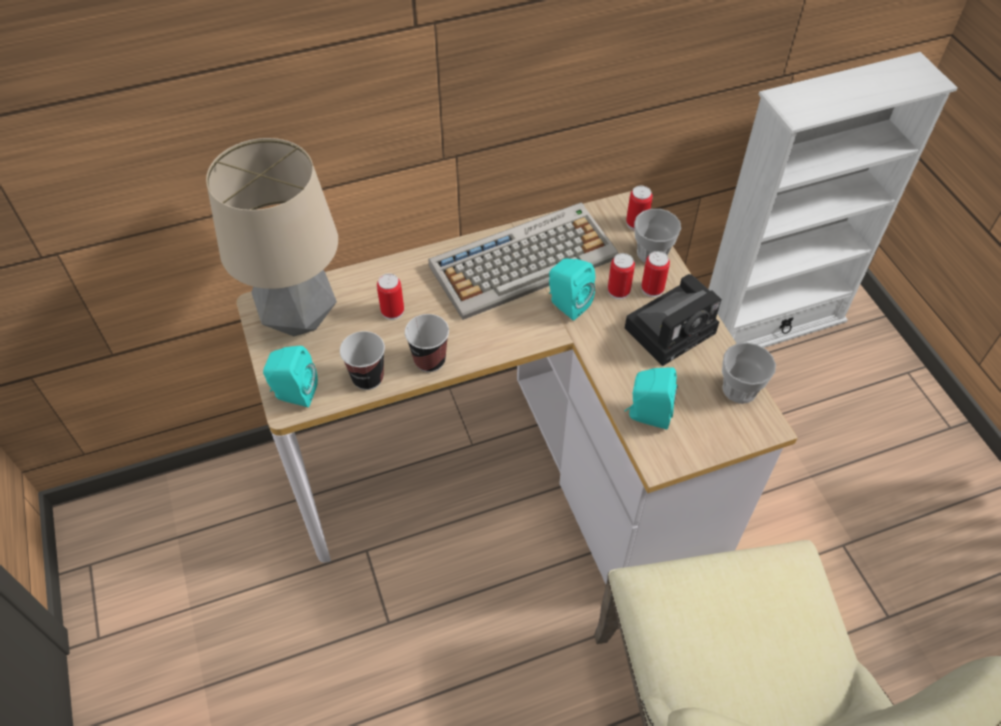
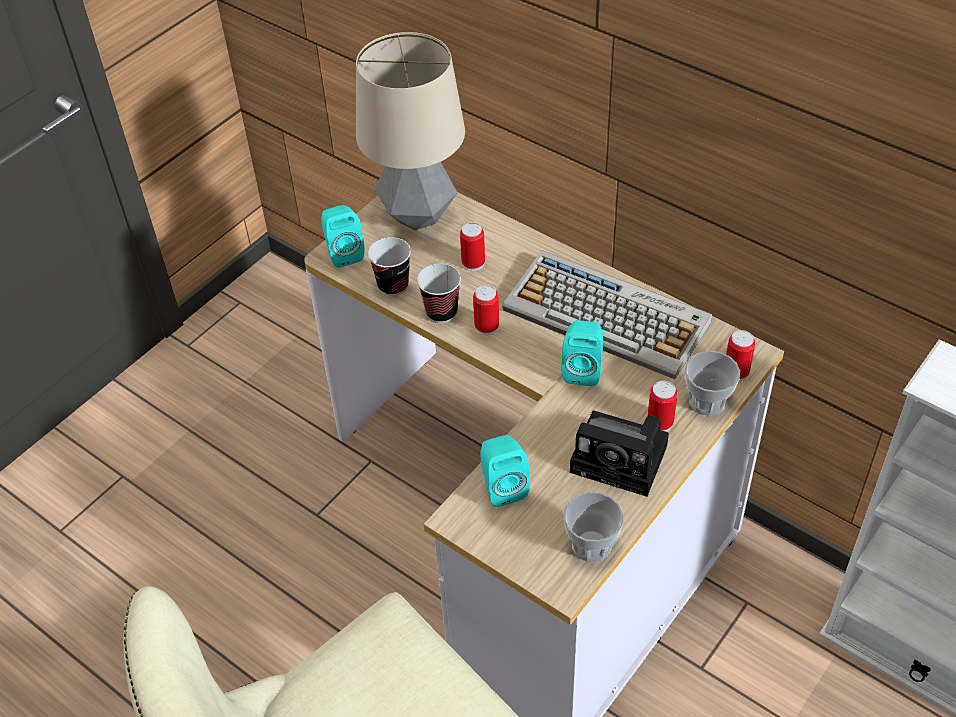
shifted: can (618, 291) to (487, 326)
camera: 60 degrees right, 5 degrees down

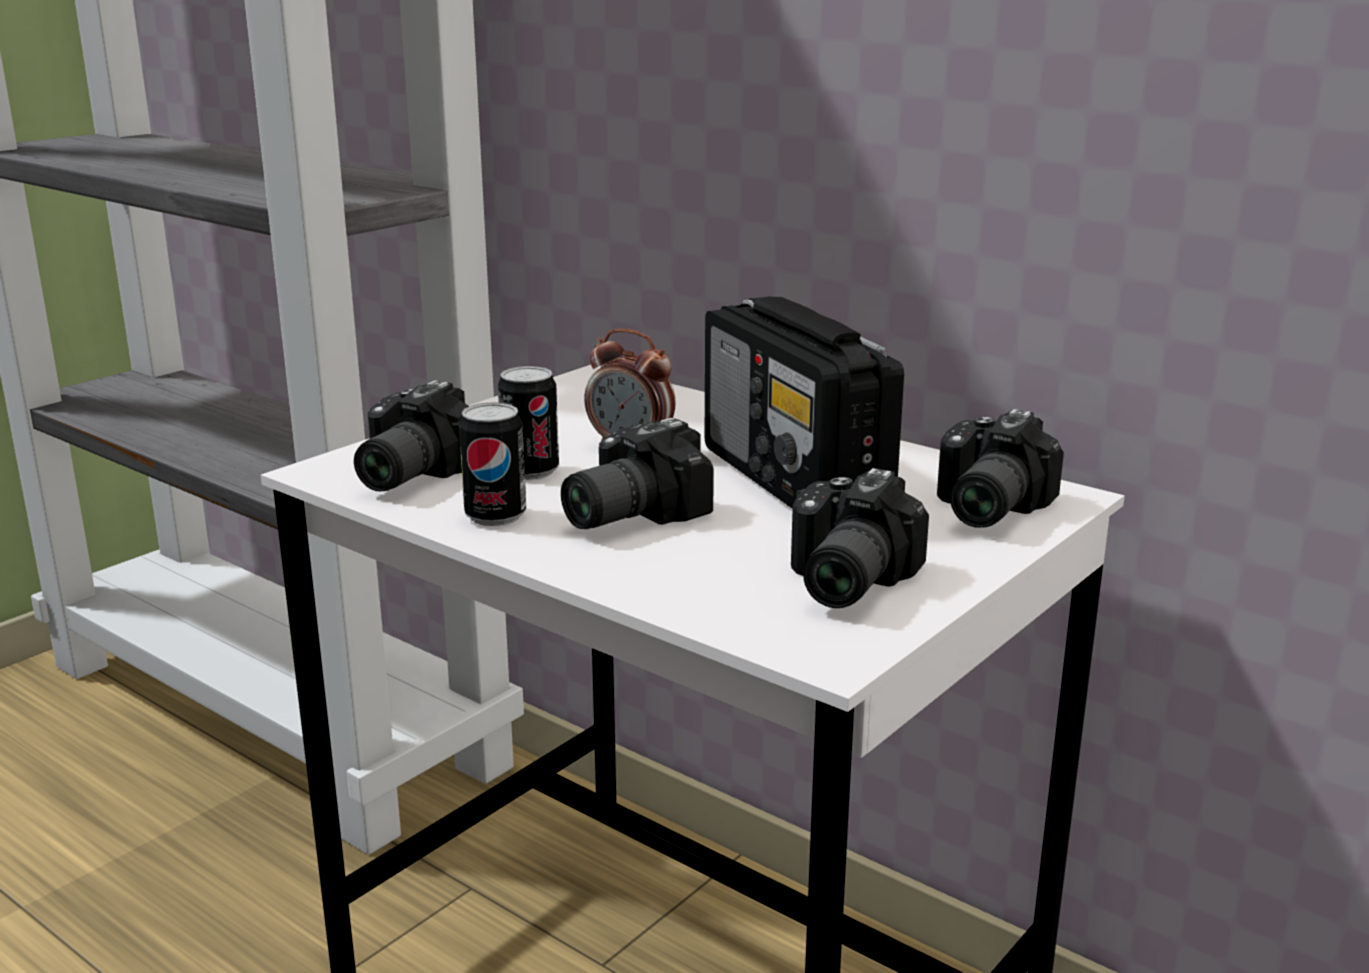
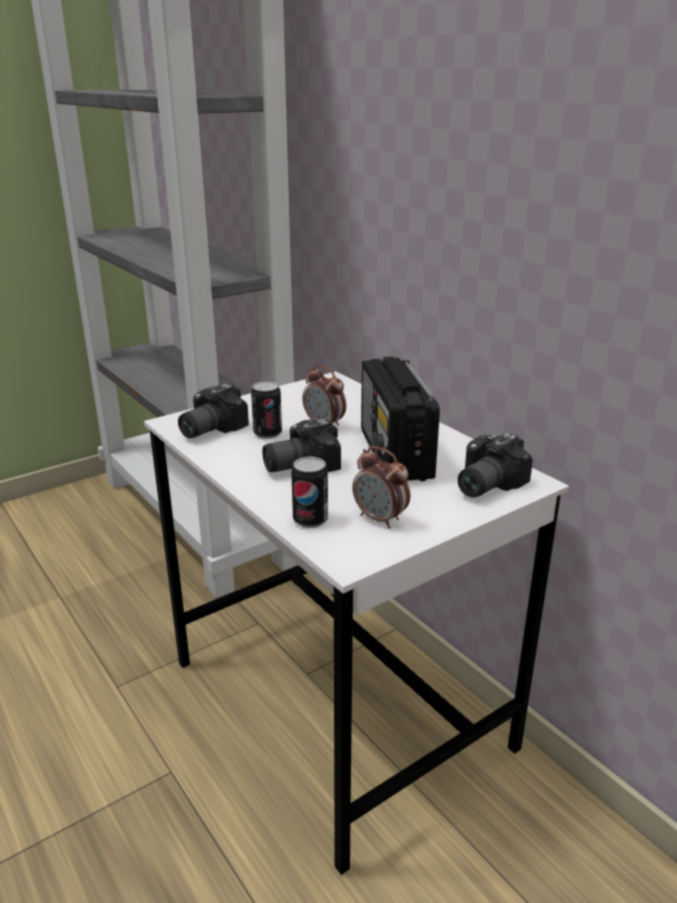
shifted: can (495, 516) to (310, 520)
swapped: still camera (840, 582) to alarm clock (380, 519)
camera: 15 degrees right, 5 degrees up

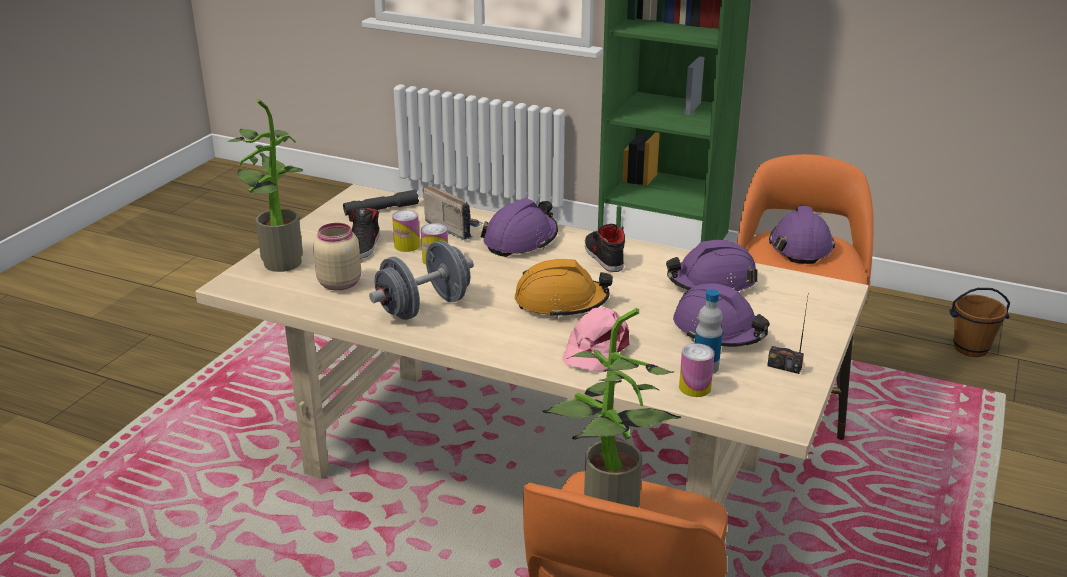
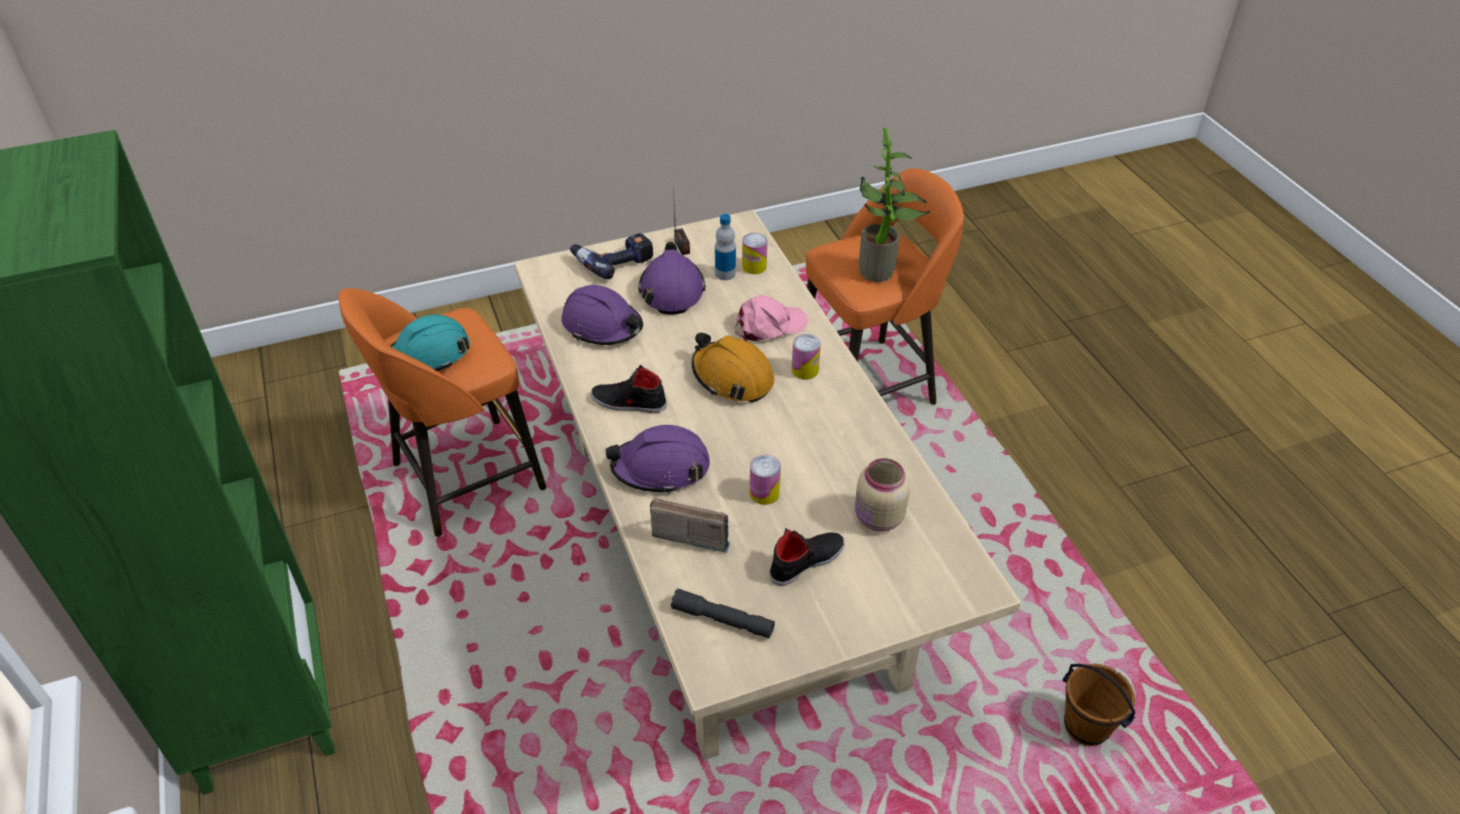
gone: potted plant (278, 261); gray free weight (424, 307)
new: power drill (613, 261)
shifted: can (407, 246) to (805, 370); brown water bucket (970, 348) to (1085, 727)
repainted: purplish safety helmet (800, 246) to turquoise safety helmet (429, 355)
rotated: radio set (453, 227) = (691, 532) 105 degrees clockwise; blackish item of footwear (603, 256) = (628, 403) 75 degrees clockwise
camera: 135 degrees left, 15 degrees up

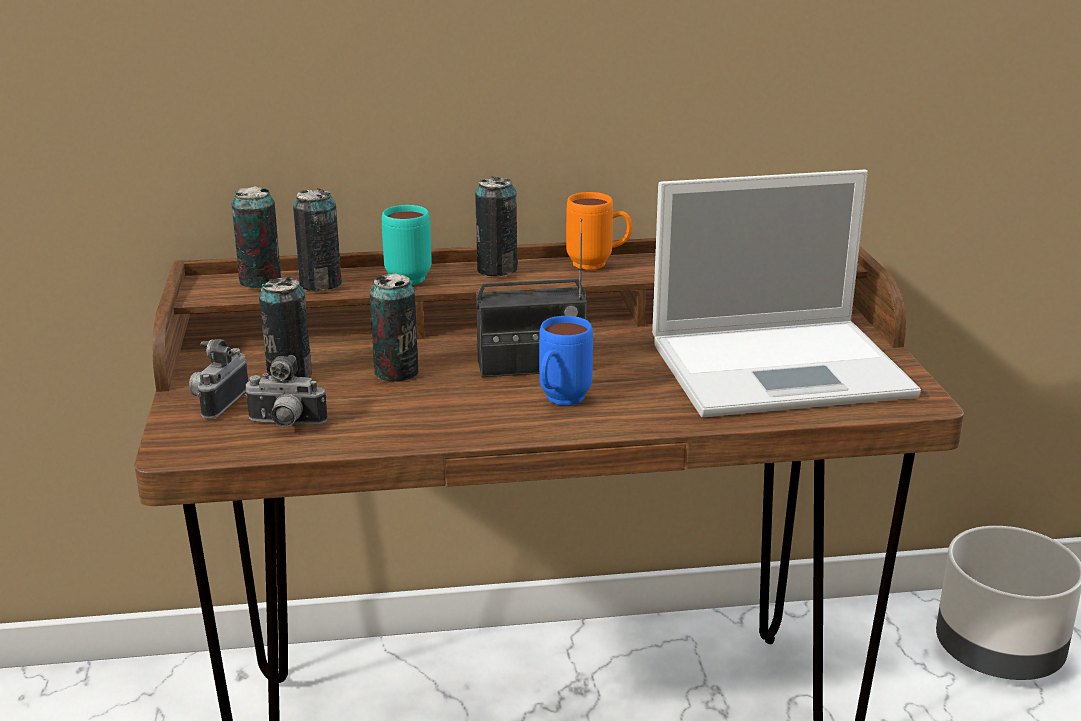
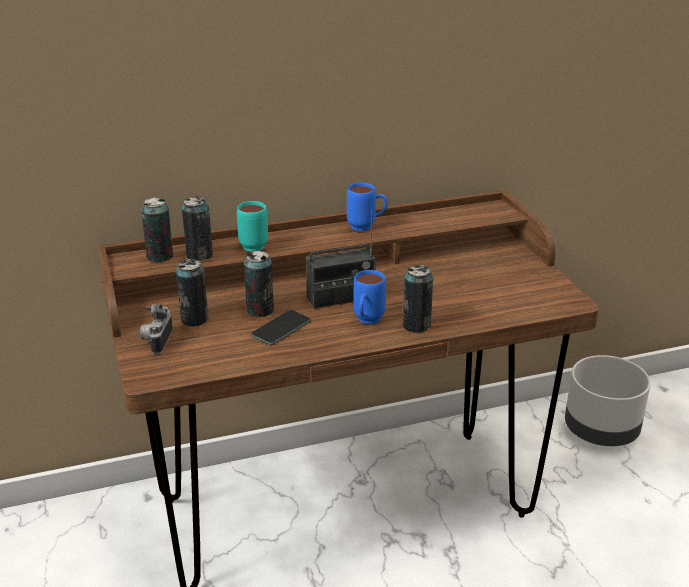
gone: still camera (285, 425); portable computer (784, 368)
new: handset (281, 328)
shifted: can (497, 270) to (416, 325)
repainted: orangey tea mug (598, 265) to blue tea mug (367, 227)
camera: 10 degrees left, 5 degrees up

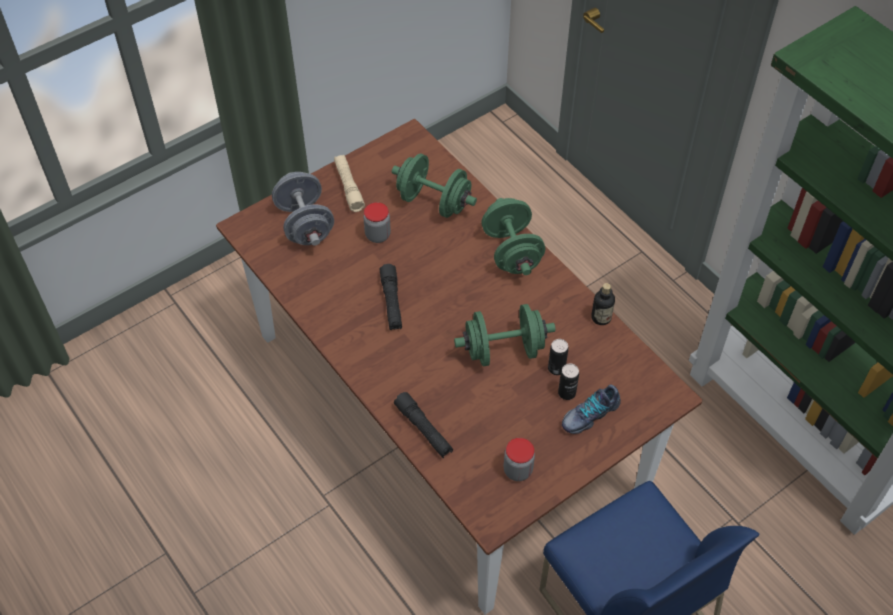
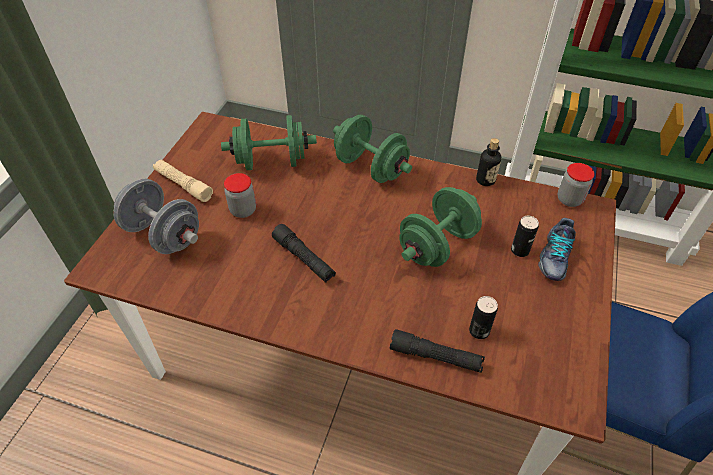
shifted: storage jar (518, 470) to (569, 199); can (556, 368) to (479, 331)
camera: 35 degrees left, 5 degrees down

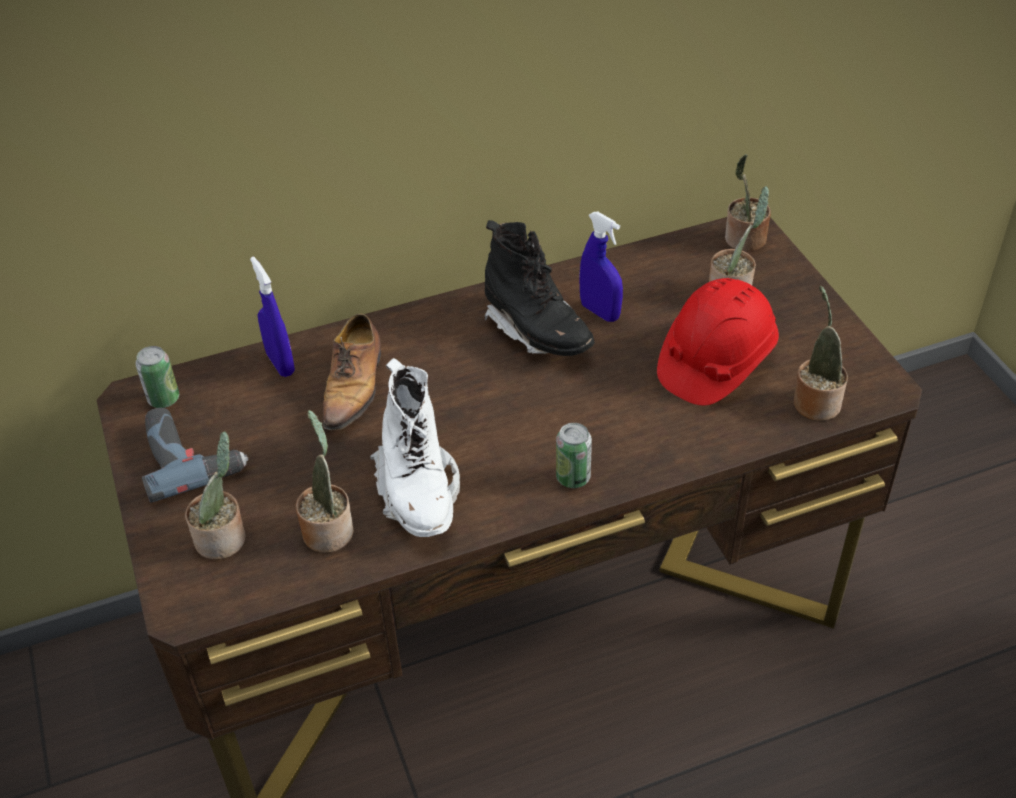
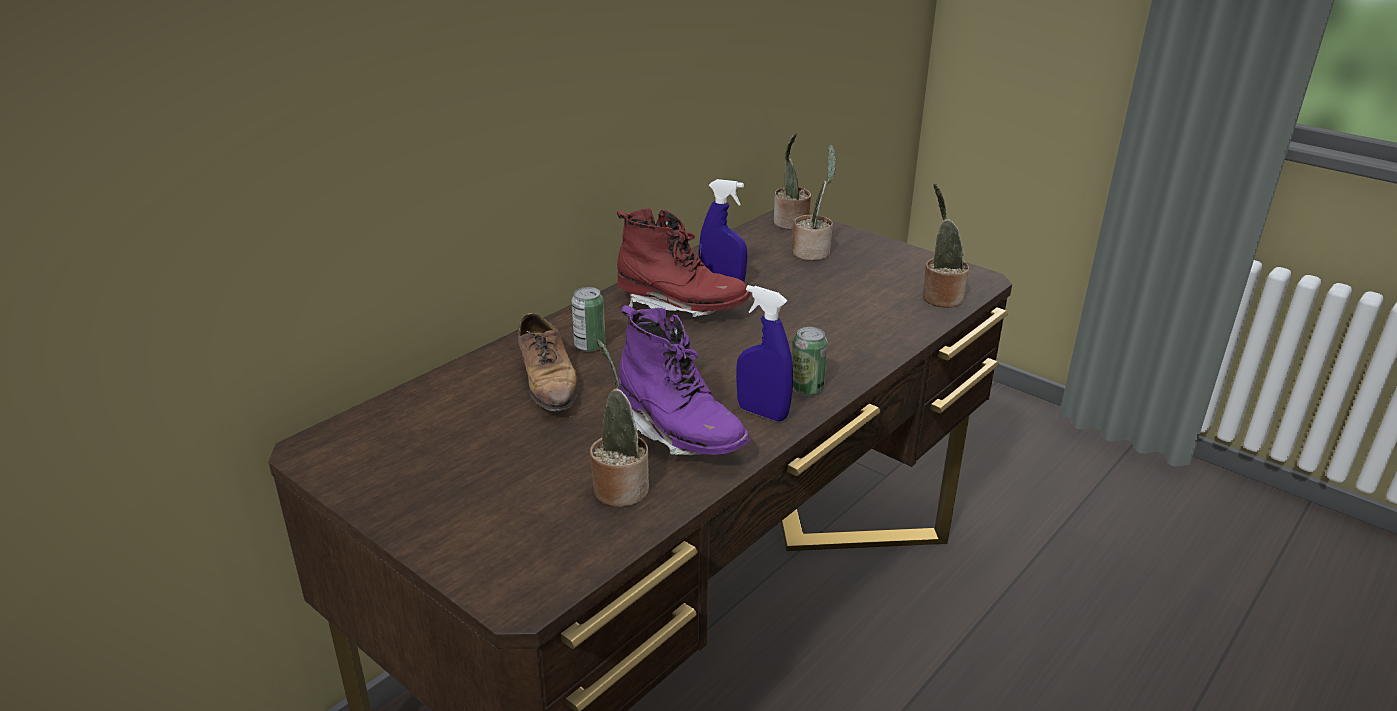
gone: power drill (191, 456); potted plant (224, 538); red safety helmet (715, 362)
shifted: can (164, 399) to (589, 345); blue hand sprayer (280, 363) to (762, 413)
repainted: white-coloured tall boot (418, 491) to purplish tall boot (679, 435); blackish tall boot (536, 331) to red tall boot (681, 307)
camera: 30 degrees left, 15 degrees down

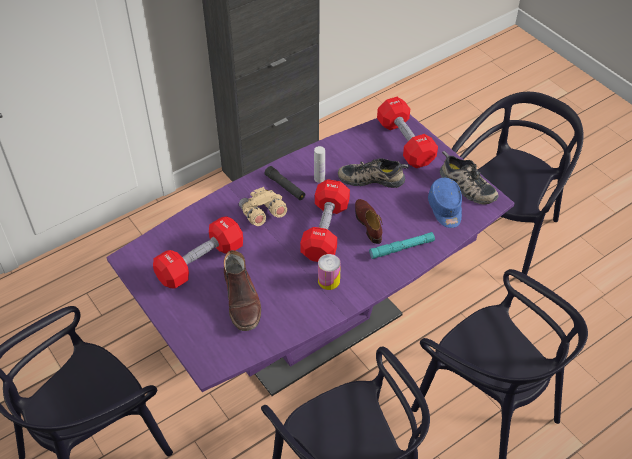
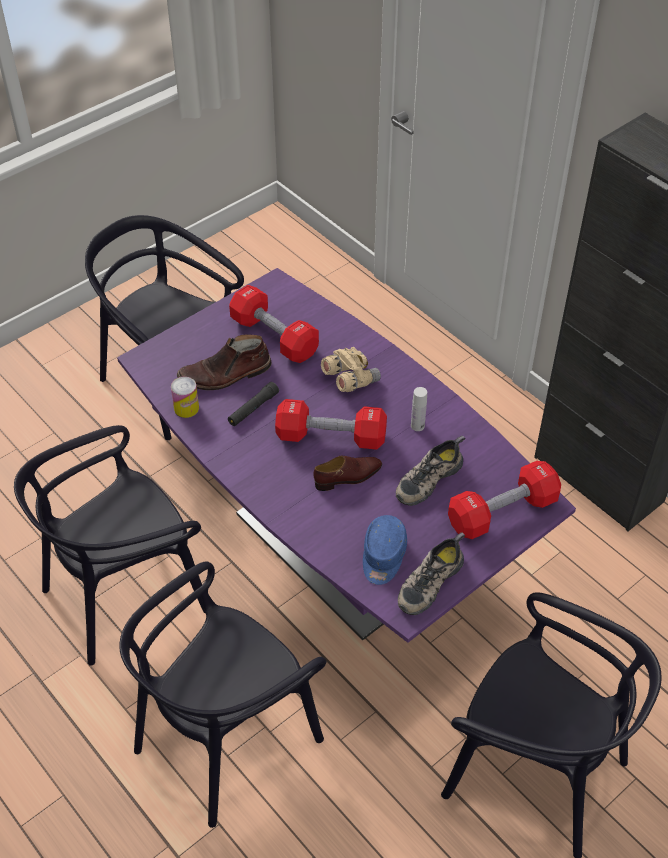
gone: turquoise hand torch (401, 248)
shifted: blackish hand torch (285, 187) to (253, 409); can (328, 281) to (186, 408)
rotated: item of footwear (372, 178) = (428, 478) 135 degrees counterclockwise; blue cap (445, 209) = (383, 557) 60 degrees counterclockwise
camera: 85 degrees right, 0 degrees up

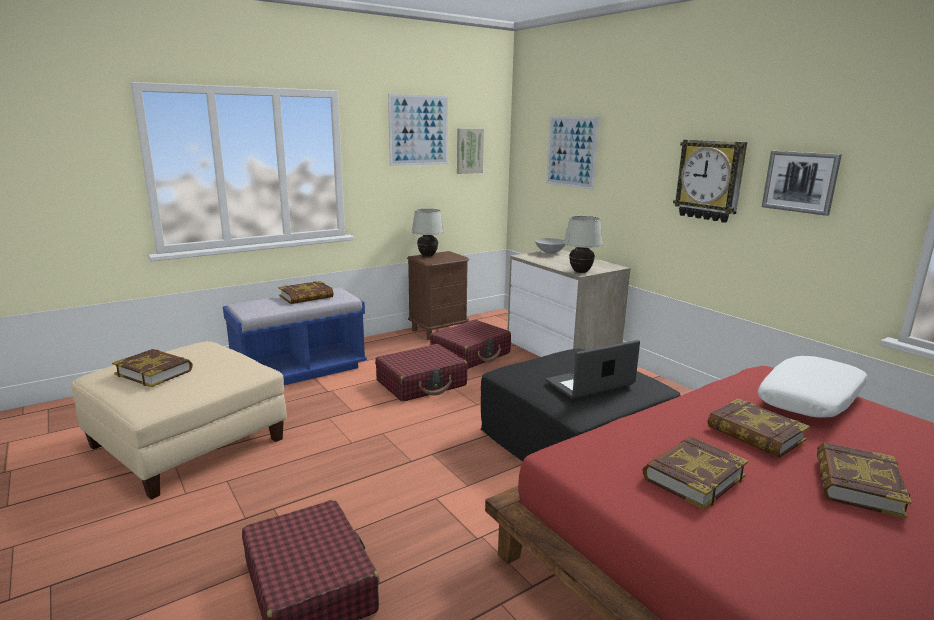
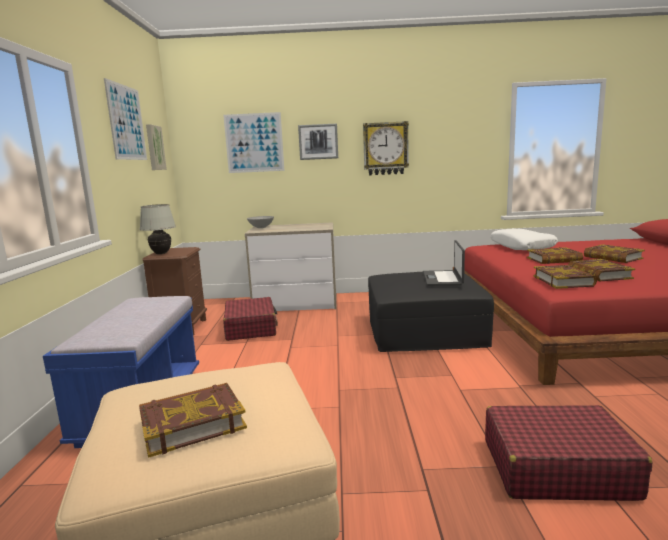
gone: red suitcase (422, 383); white-coloured tabletop lamp (580, 272)
shifted: volume (306, 297) to (563, 281); picture (800, 182) to (318, 142)
camera: 55 degrees left, 5 degrees down

